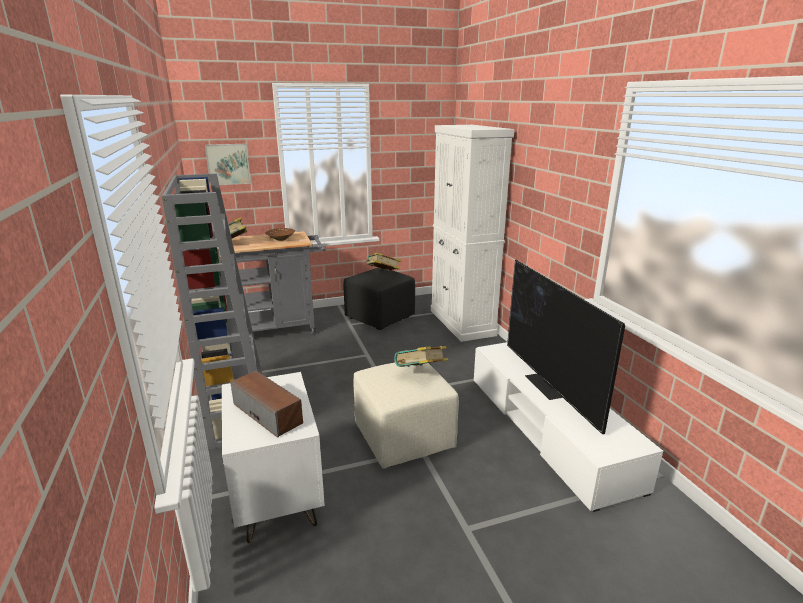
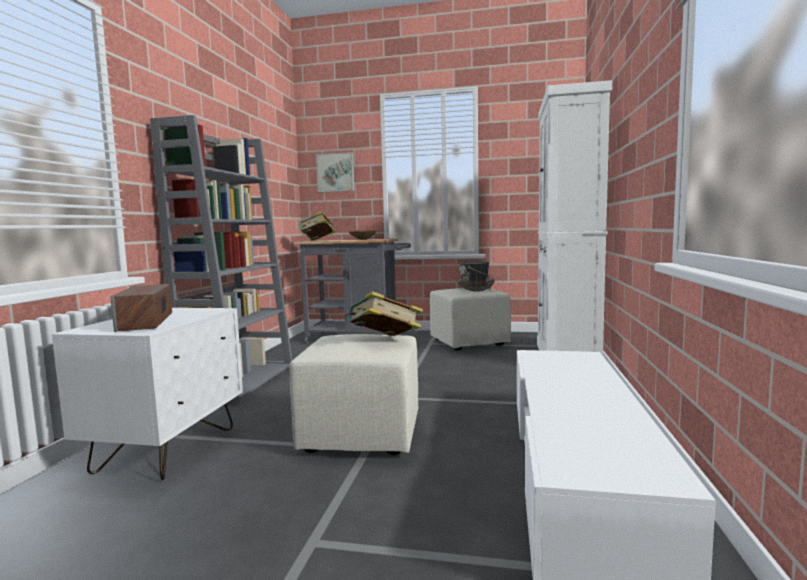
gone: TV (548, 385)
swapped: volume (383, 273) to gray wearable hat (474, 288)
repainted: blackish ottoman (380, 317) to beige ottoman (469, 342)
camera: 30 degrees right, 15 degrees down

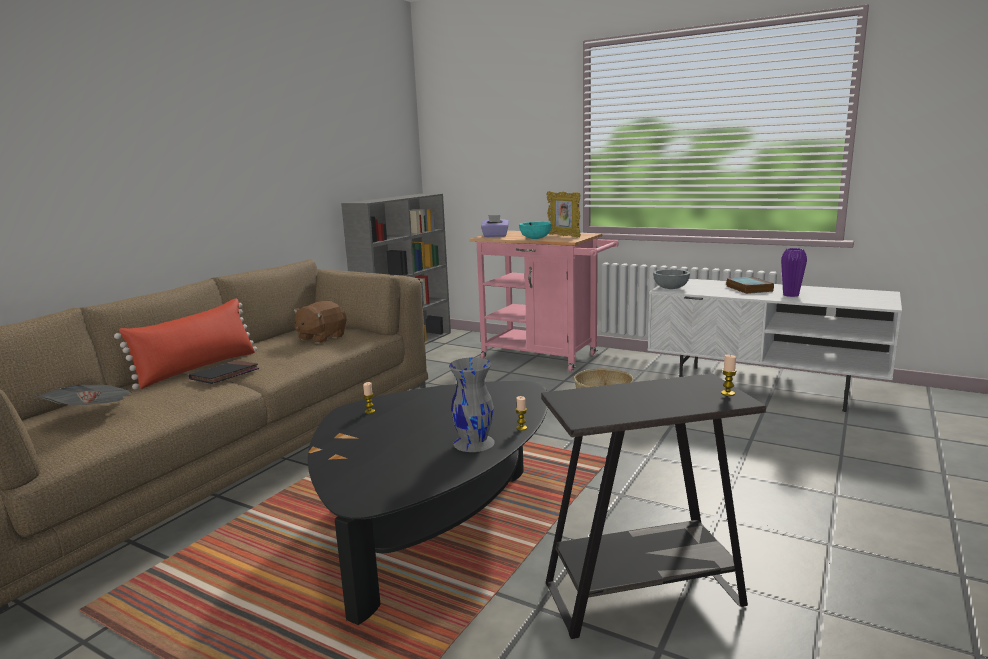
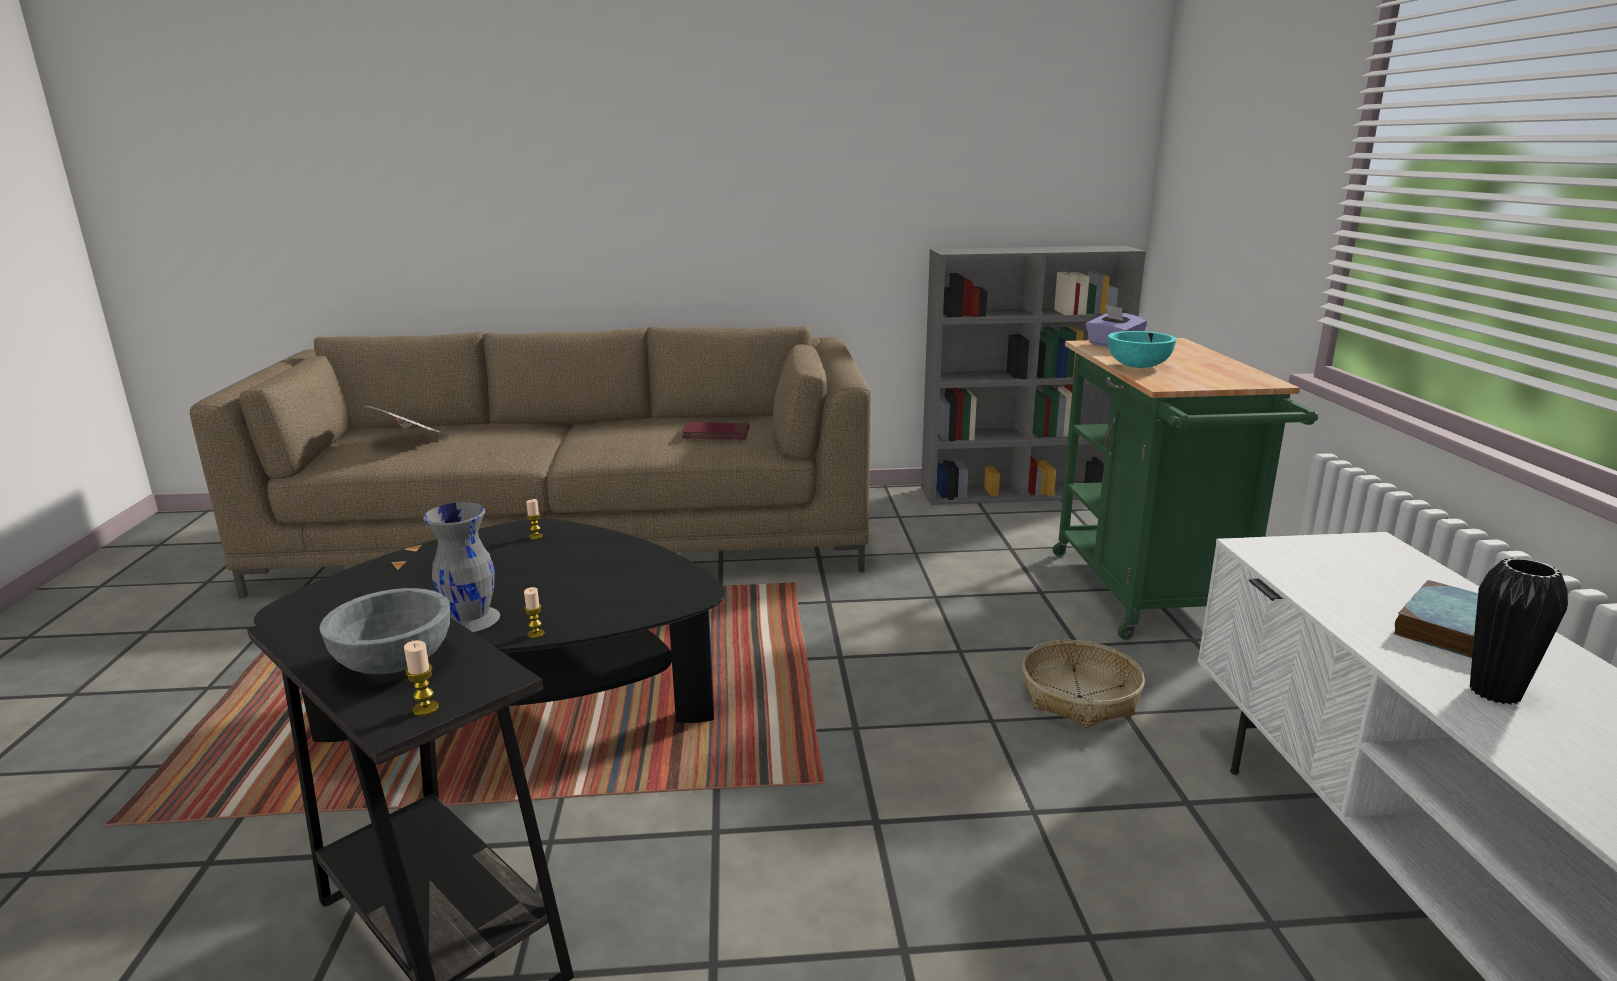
gone: red cushion (198, 368); blackish volume (225, 375); standing frame (564, 236)
shifted: gray bowl (670, 288) to (394, 663)
swapped: brown plush toy (321, 338) to red volume (716, 434)
repainted: pink cart (546, 358) to green-coloured cart (1149, 597); purplish flower vase (790, 295) to blackish flower vase (1495, 692)
camera: 55 degrees right, 5 degrees up

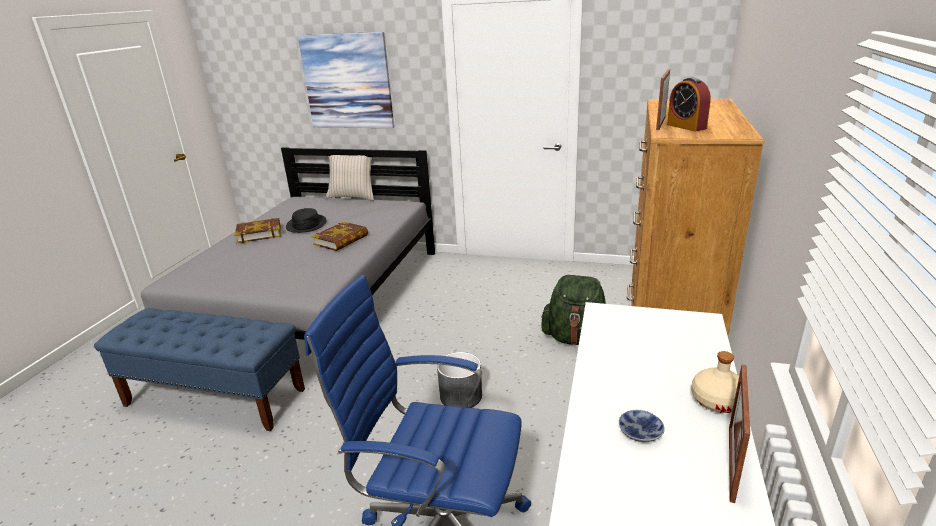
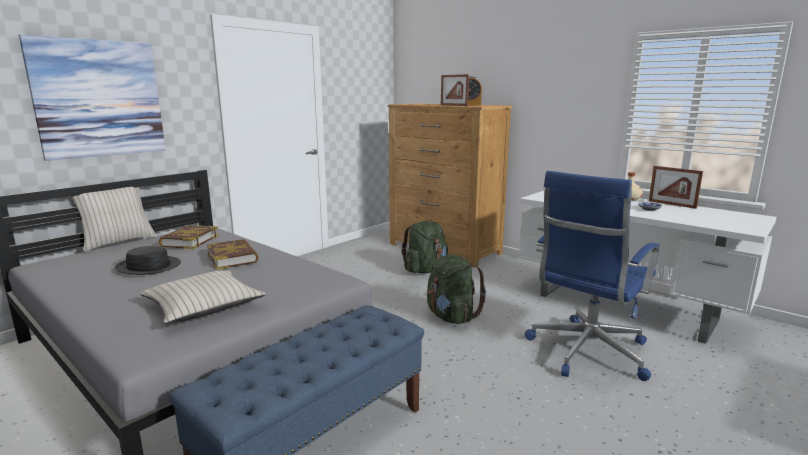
new: beige cushion (203, 306)
shifted: volume (259, 234) to (190, 241)
swapped: gray planter (461, 396) to green-coloured rucksack (451, 317)
camera: 65 degrees left, 10 degrees down

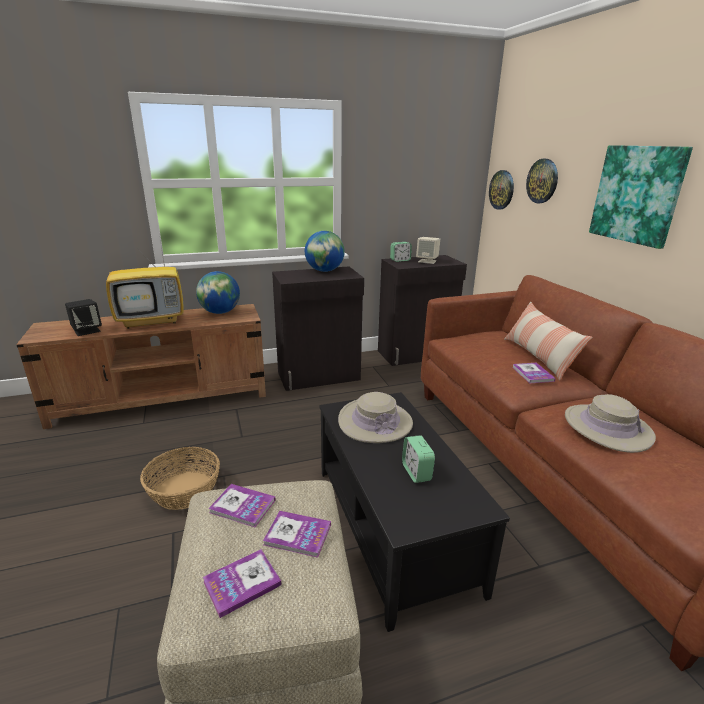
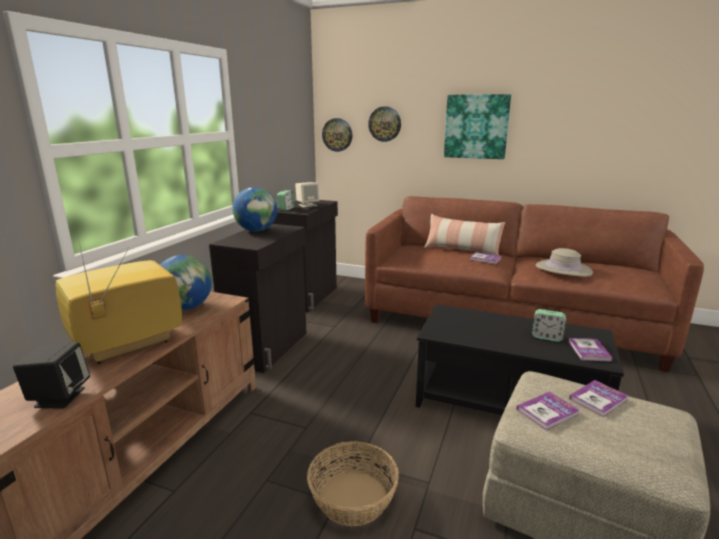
gone: beige wearable hat (375, 422)
shifted: volume (242, 583) to (589, 350)
rotated: TV (153, 321) = (126, 346) 150 degrees counterclockwise
camera: 50 degrees left, 5 degrees down

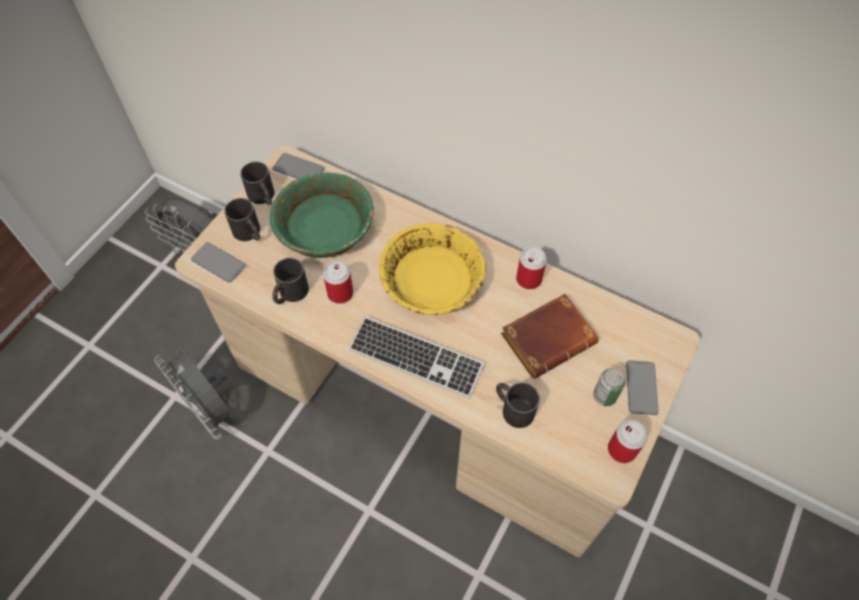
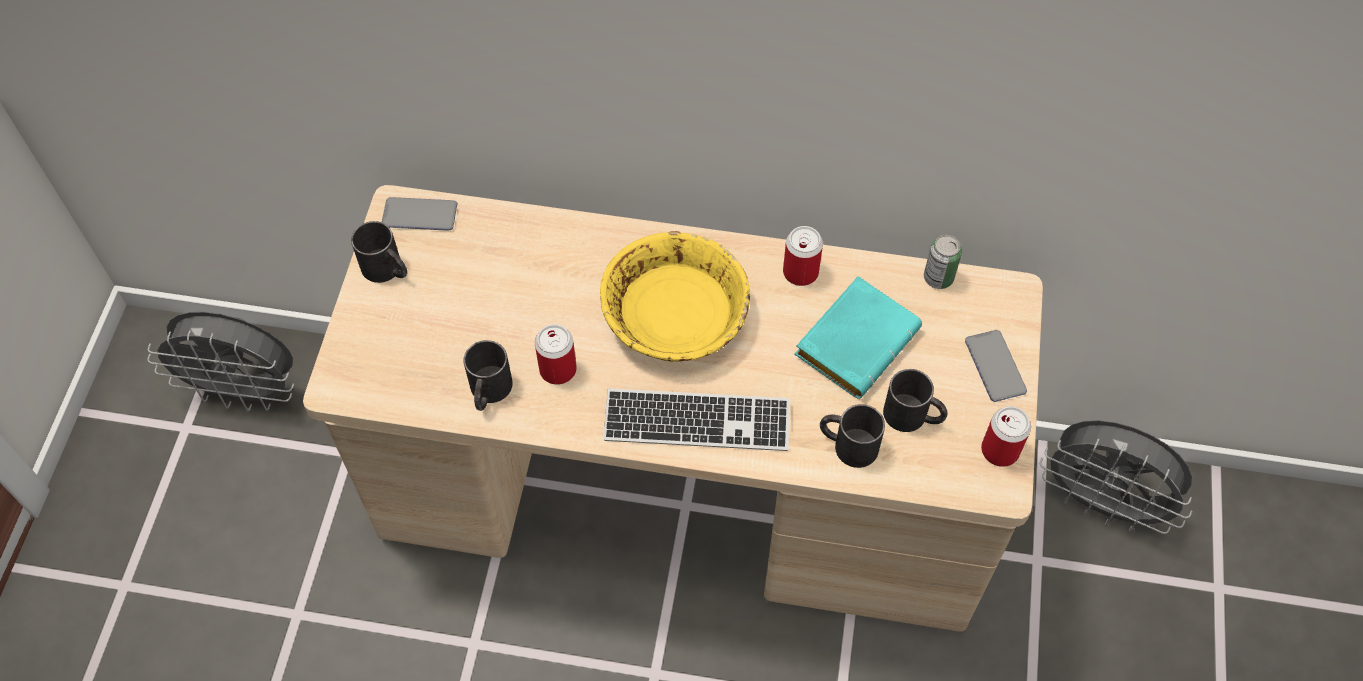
gone: handset (218, 263); green-coloured bowl (324, 229)
shifted: gray cooling fan (211, 409) to (1102, 503); blackish tea mug (249, 233) to (913, 416); can (604, 396) to (938, 278)
repainted: brown volume (548, 337) to turquoise volume (855, 339)
camera: 20 degrees left, 0 degrees up

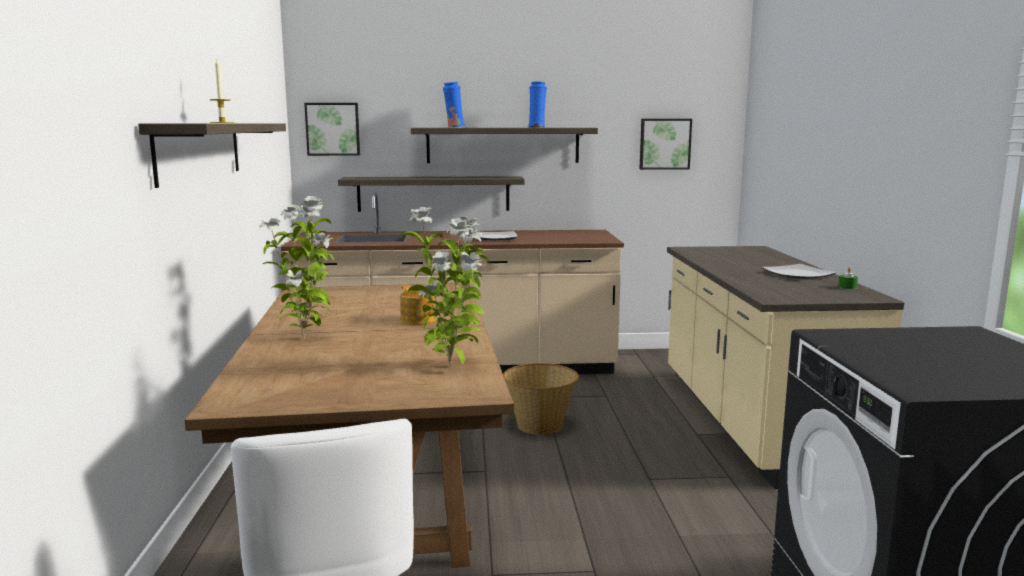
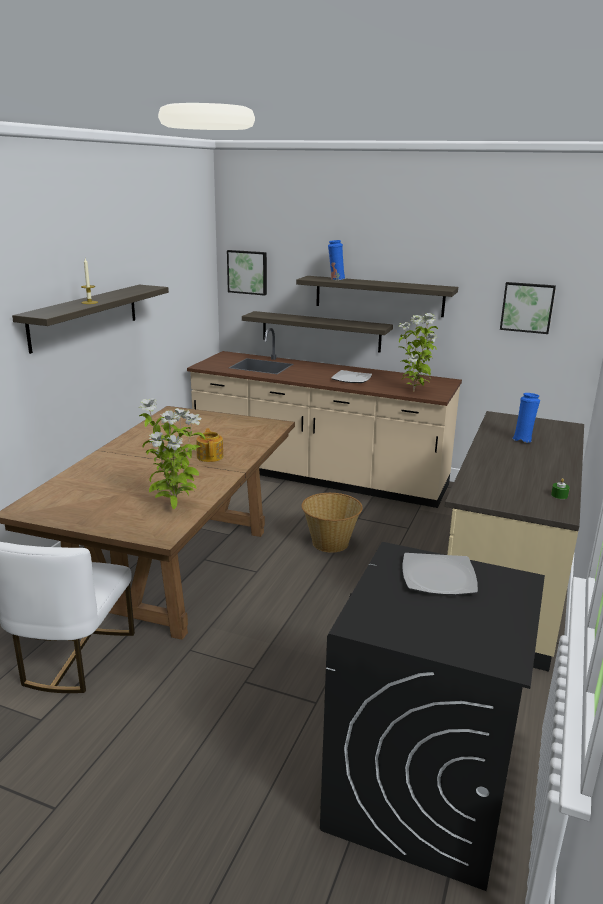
shifted: potted plant (305, 338) to (414, 391); blue flower vase (537, 127) to (522, 439); flat dish (798, 274) to (439, 577)
camera: 25 degrees right, 10 degrees up

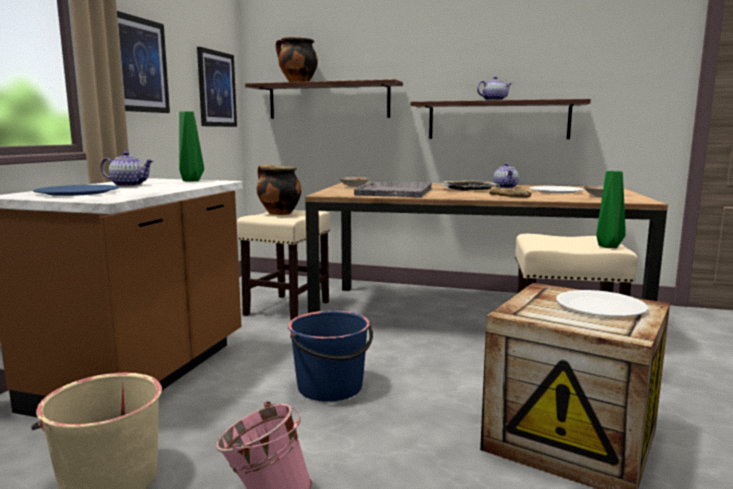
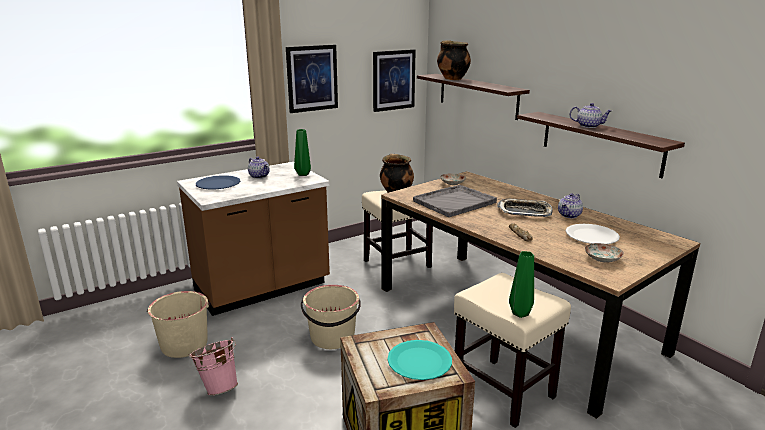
repainted: blue water bucket (331, 387) to beige water bucket (332, 338); white-coloured flat dish (600, 306) to turquoise flat dish (420, 361)
camera: 40 degrees right, 10 degrees up

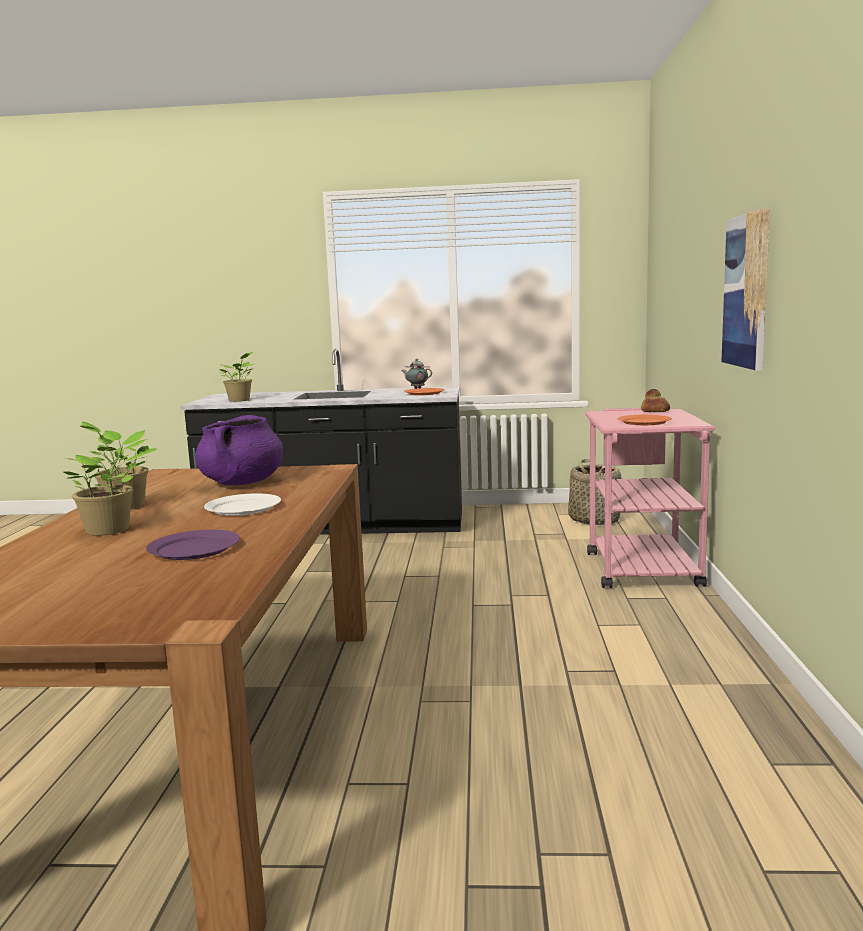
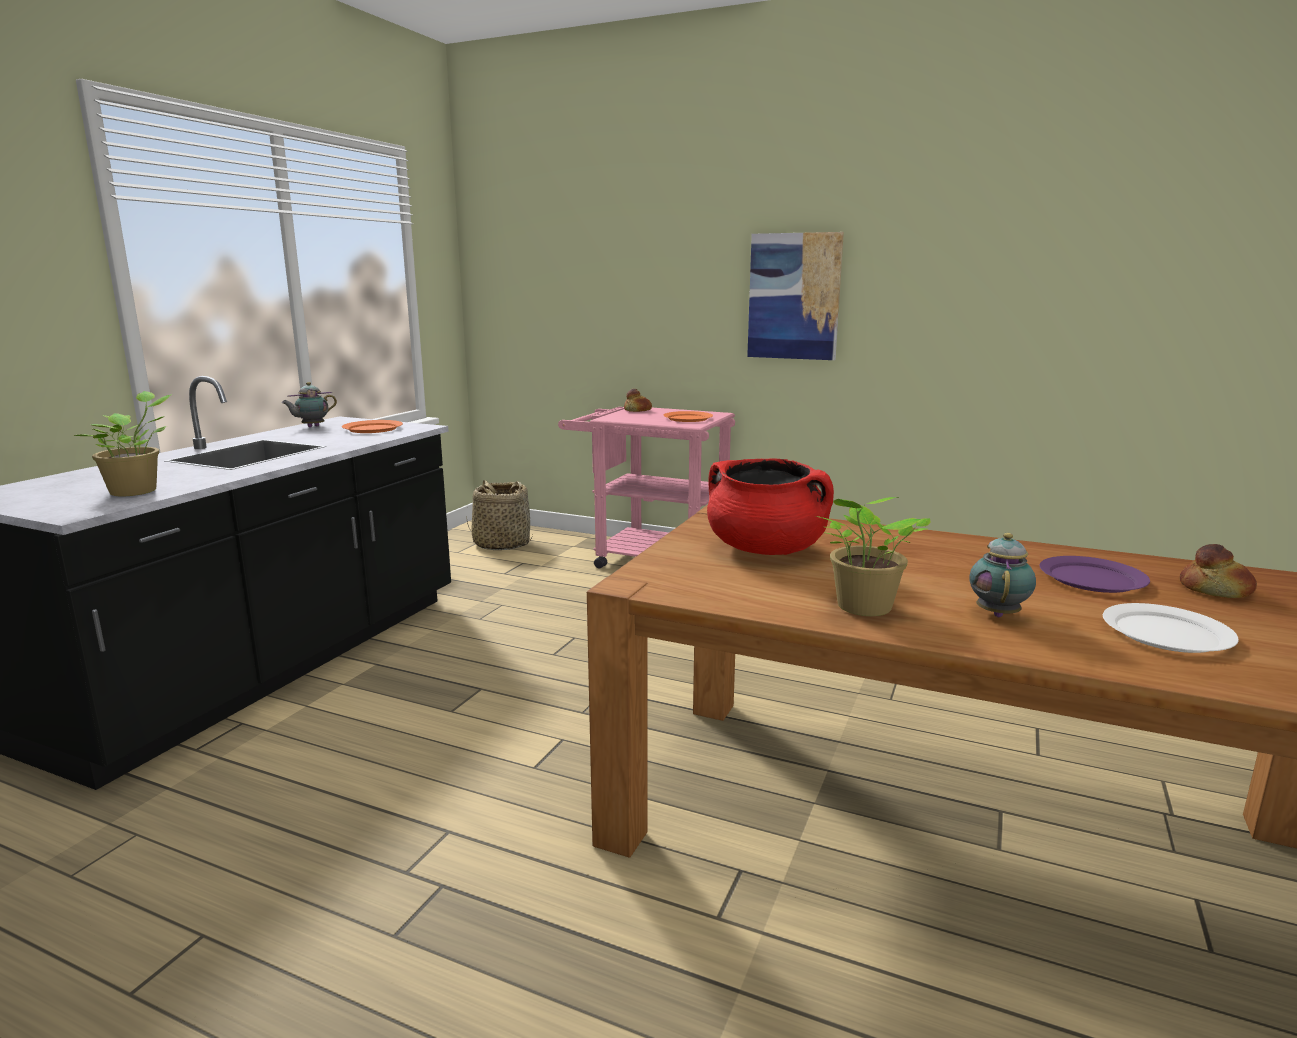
new: bread (1215, 591)
shifted: white-coloured flat dish (243, 507) to (1165, 633)
swapped: potted plant (111, 529) to pot for tea (998, 613)
repainted: purplish stockpot (242, 483) to red stockpot (766, 550)
camera: 70 degrees left, 5 degrees up

